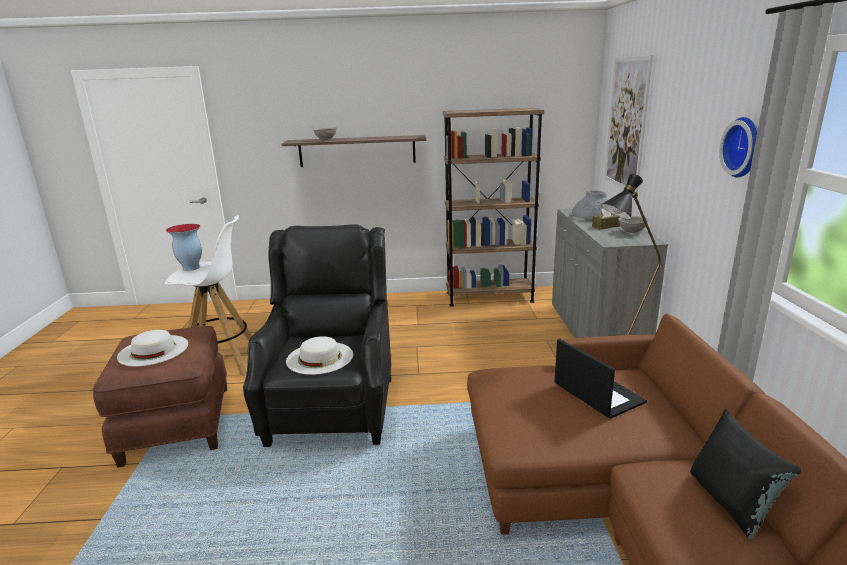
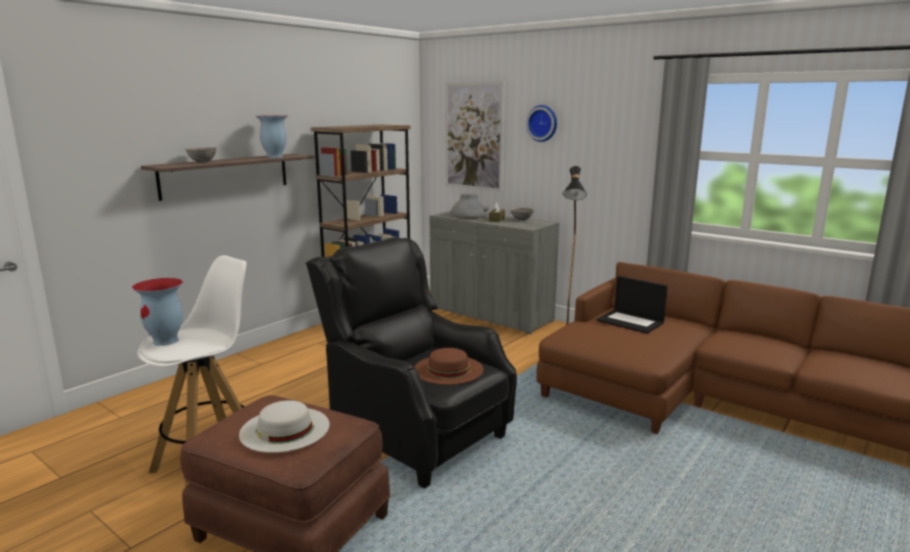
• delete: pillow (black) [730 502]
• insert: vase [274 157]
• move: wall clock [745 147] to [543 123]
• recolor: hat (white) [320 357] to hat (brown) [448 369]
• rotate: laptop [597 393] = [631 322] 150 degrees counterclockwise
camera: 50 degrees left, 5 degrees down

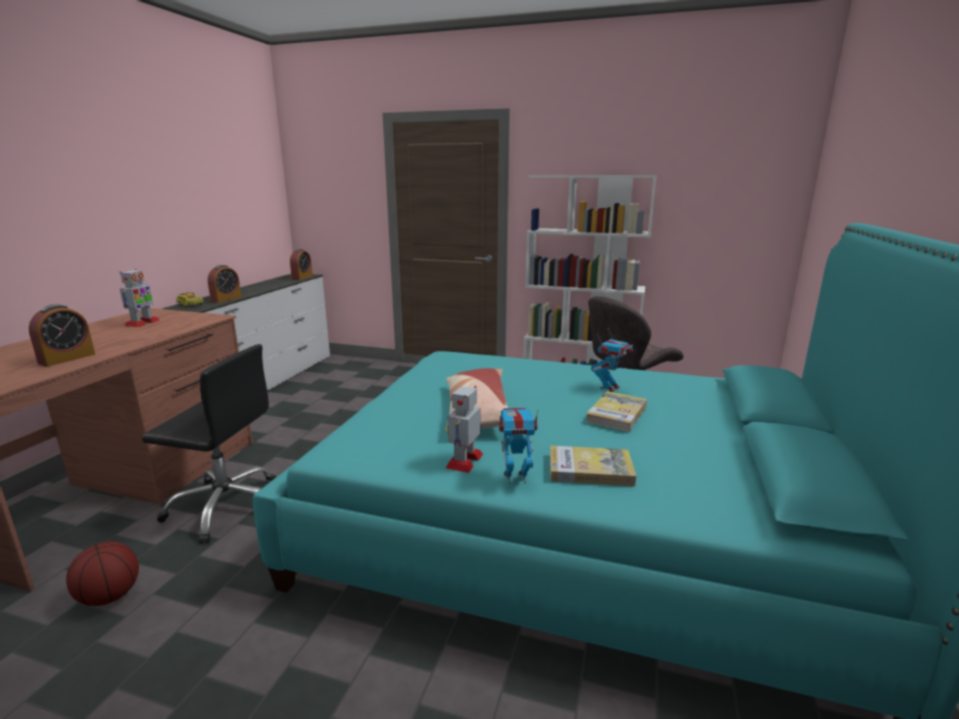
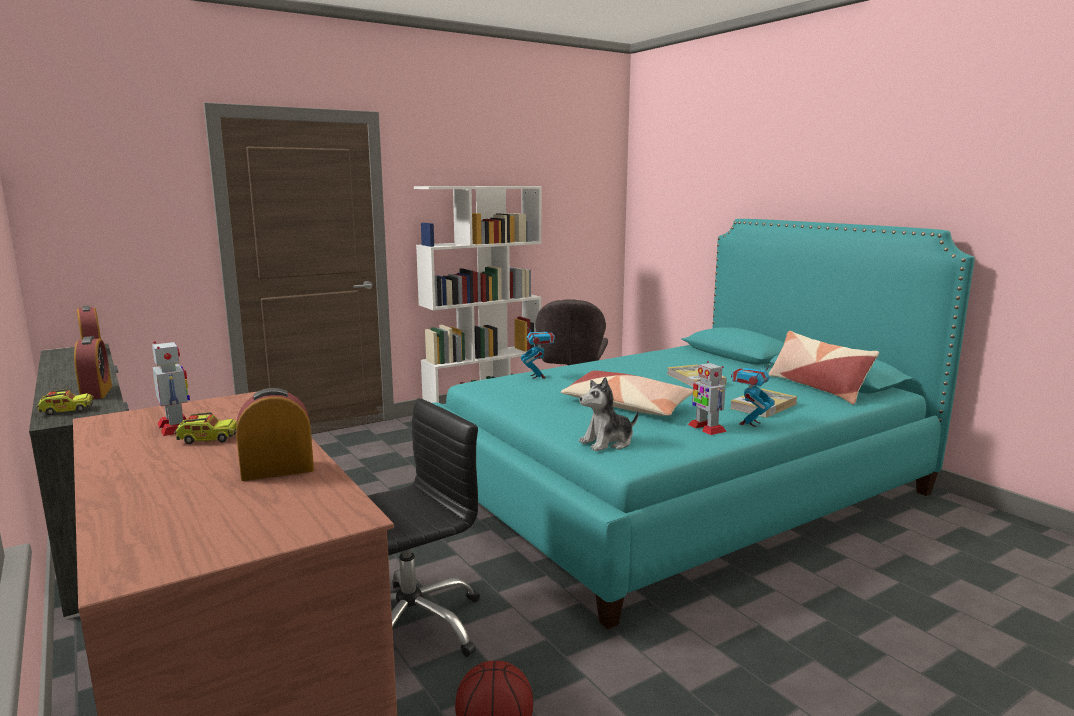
• insert: toy truck [208 439]
• insert: plush toy [607 442]
• insert: pillow [817 387]
• move: toy robot [609 388] to [538 376]
• rotate: alarm clock [67 358] = [277 470] 90 degrees counterclockwise
camera: 50 degrees left, 5 degrees down

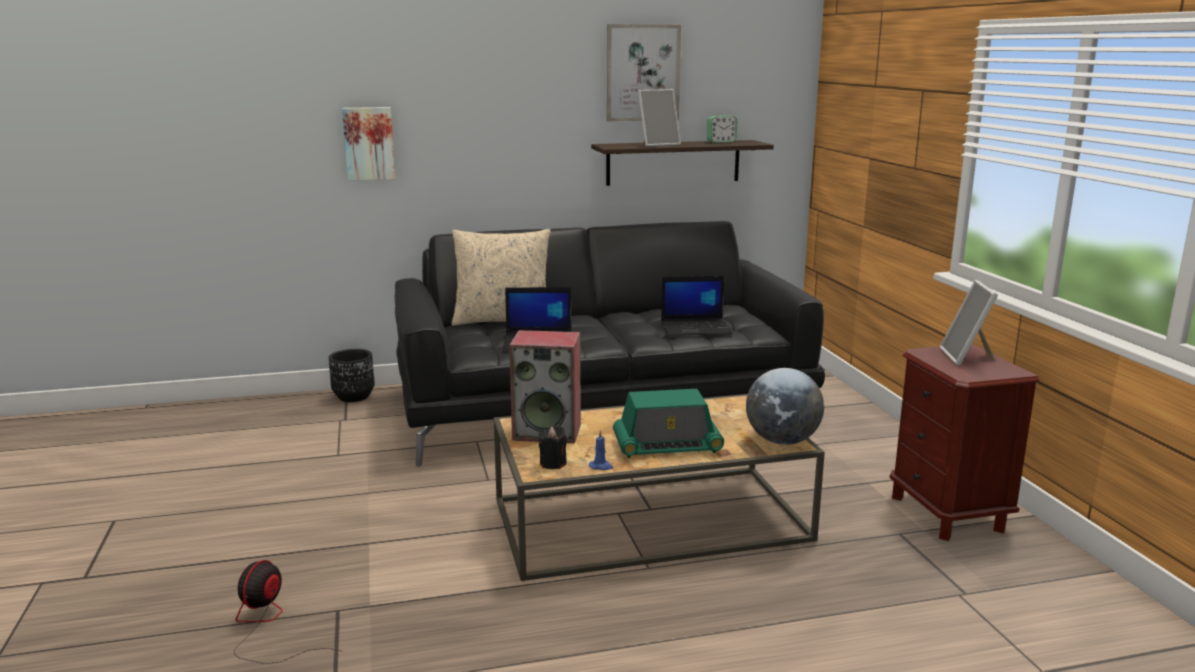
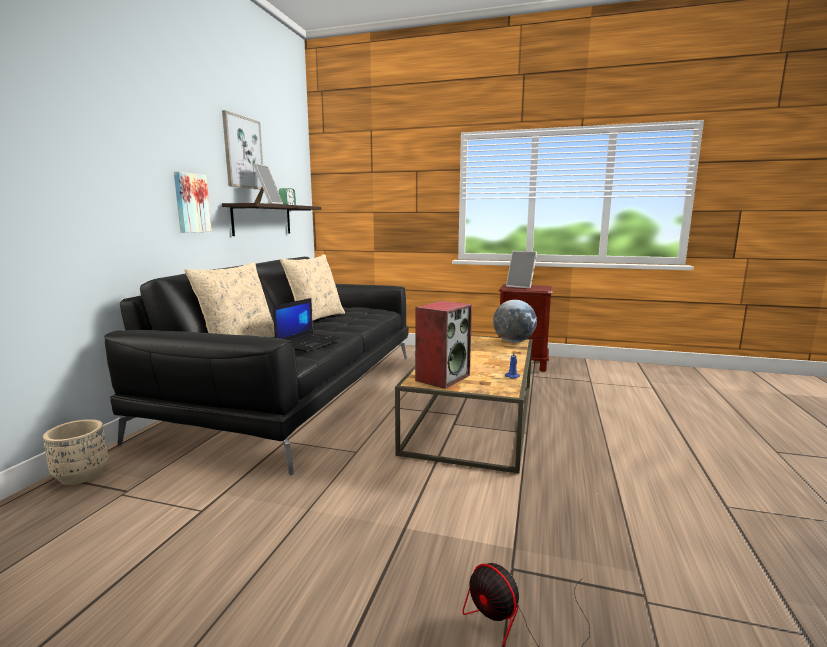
• delete: candle (black) [553 463]
• delete: radio [667 446]
• delete: laptop [696 328]
• insert: pillow (beige) [315 318]
• move: picture [369 143] to [191 203]
• recolor: planter (black) [354 397] to planter (beige) [81 475]
camera: 60 degrees left, 5 degrees down

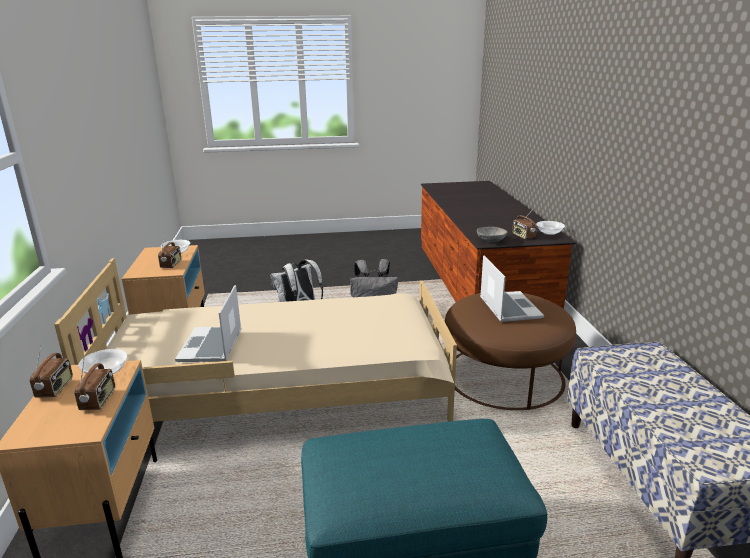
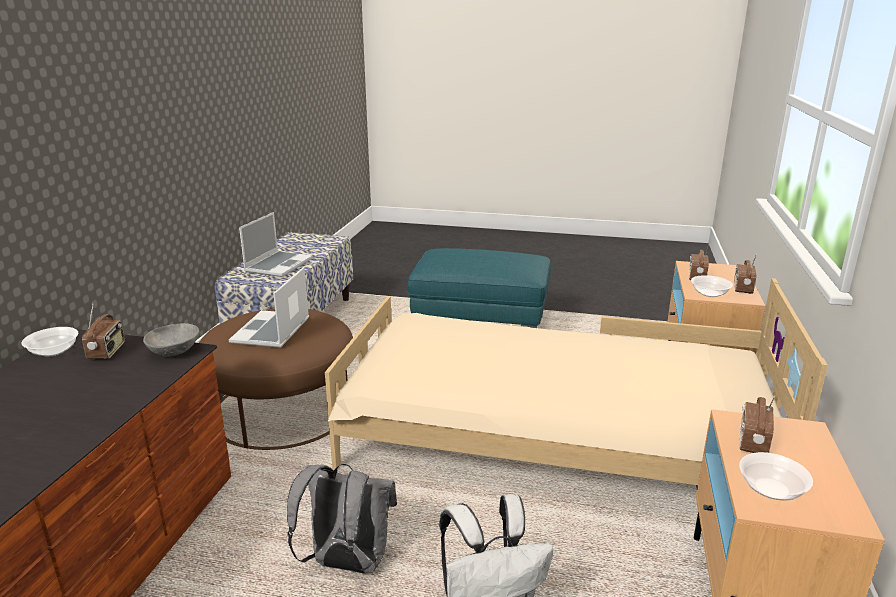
• move: laptop [211 346] to [278 265]
camera: 160 degrees left, 0 degrees up

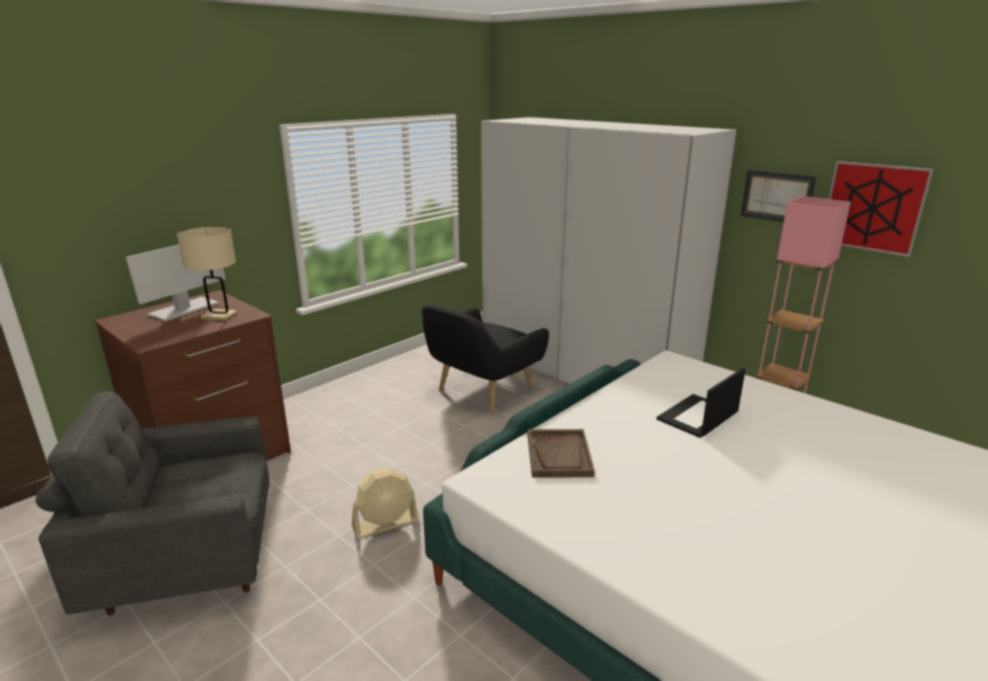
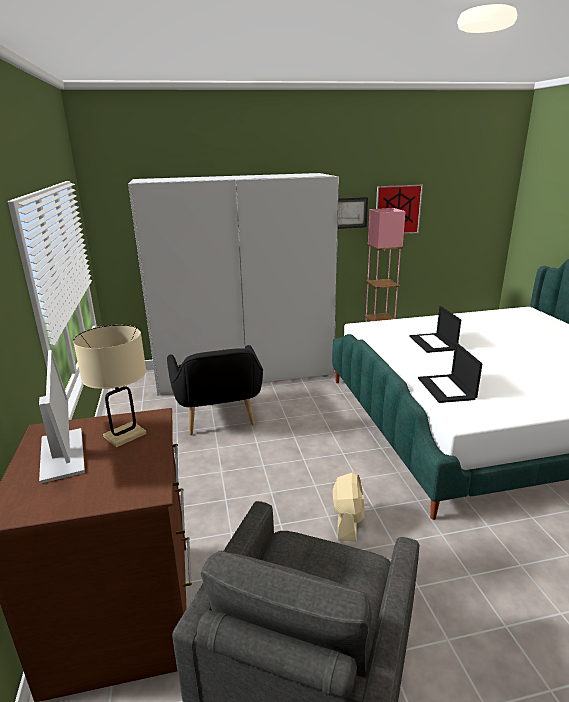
• replace: tray (brown) [559 455] to laptop [447 389]
camera: 55 degrees left, 0 degrees up

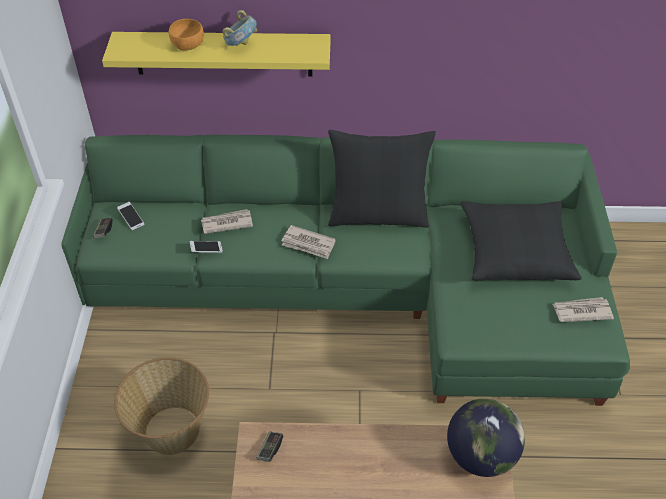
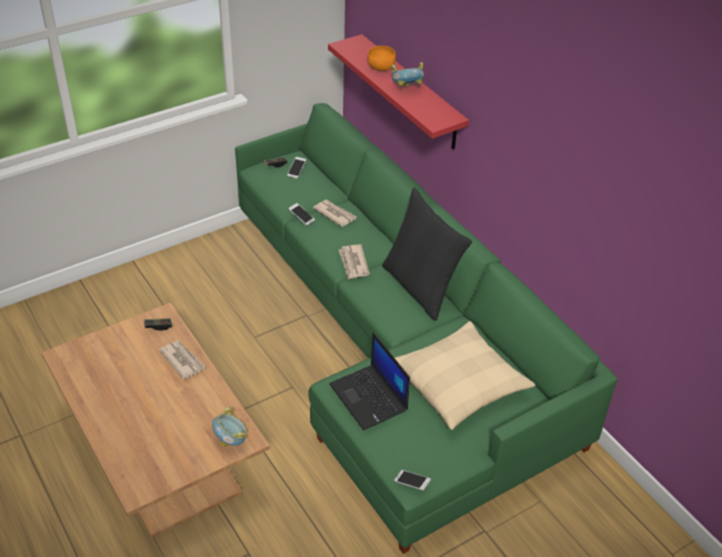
• delete: basket [171 430]
• insert: laptop [369 398]
• insert: phone [412 483]
• move: newspaper [581 311] to [182 360]
• replace: globe [480 456] to bowl [231 440]
• recolor: shelf (yellow) [223 54] to shelf (red) [411 93]
• recolor: pillow (black) [515 250] to pillow (beige) [459 383]
camera: 55 degrees right, 5 degrees down

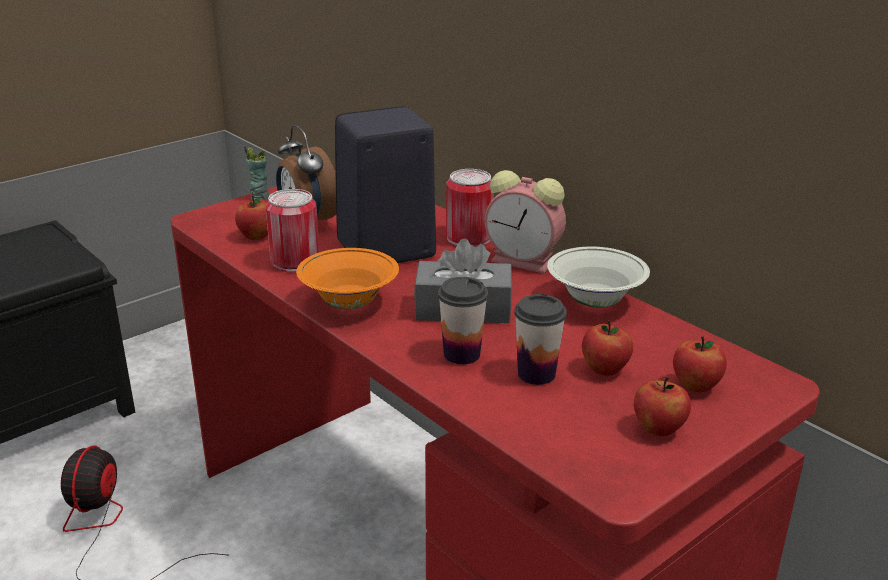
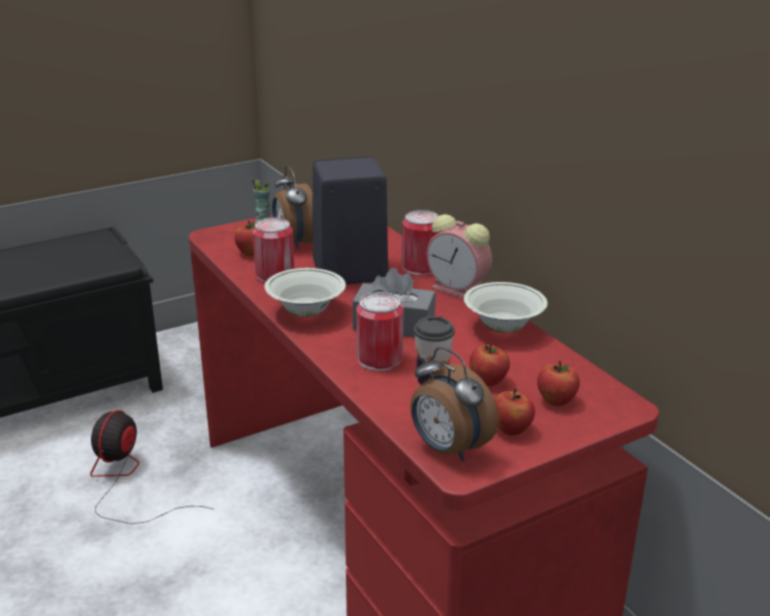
• insert: alarm clock [447 449]
• replace: cup [461 354] to can [379 359]
• recolor: bowl (orange) [349 304] to bowl (white) [306 312]
camera: 10 degrees right, 0 degrees up

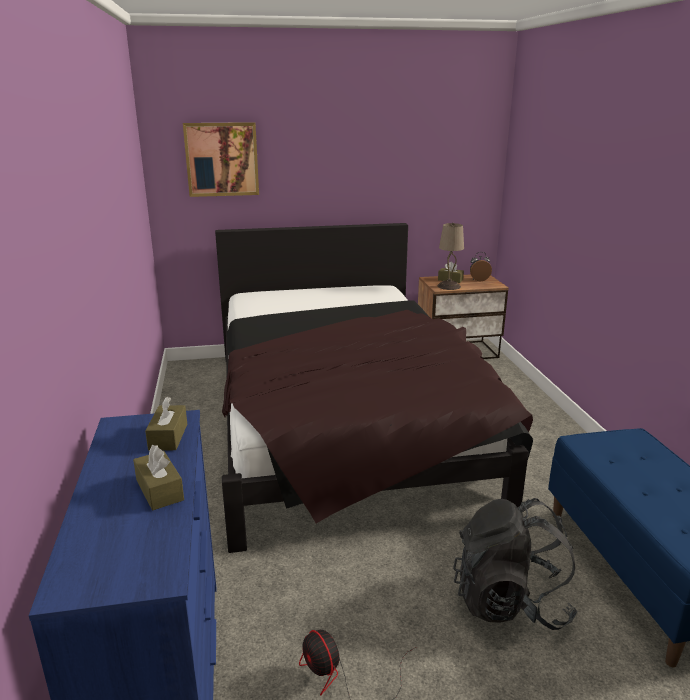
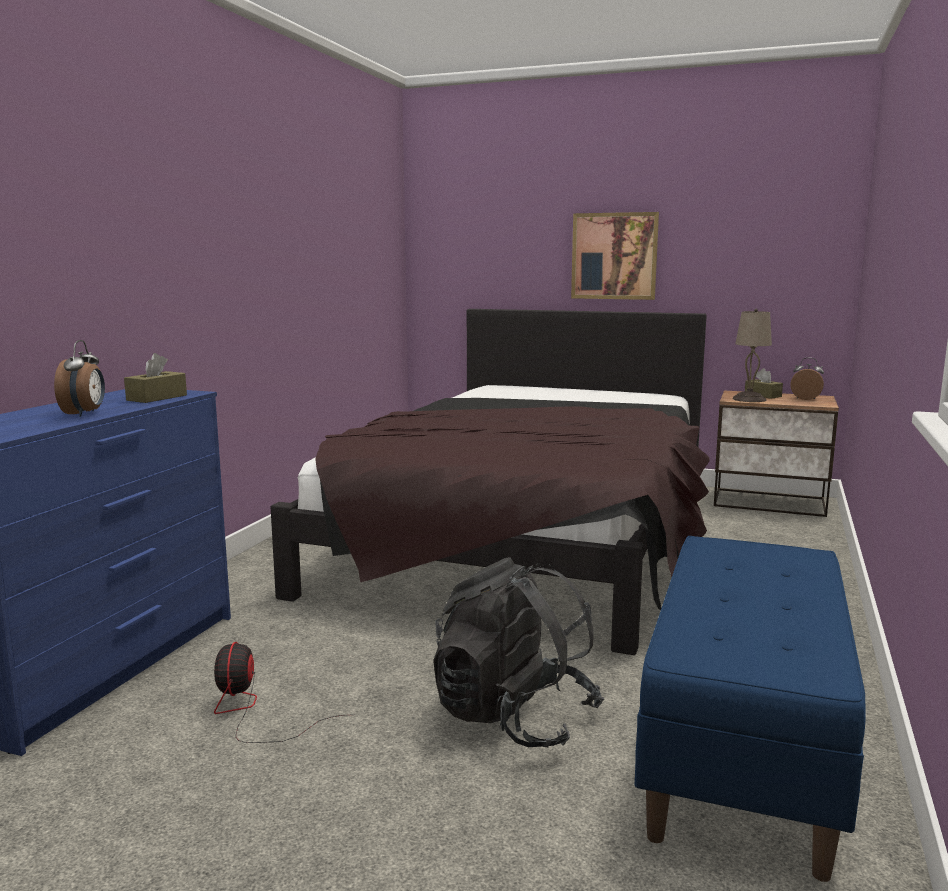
• move: picture [222 159] to [614 256]
• replace: tissue box (brown) [159 490] to alarm clock [85 414]
camera: 30 degrees right, 10 degrees down

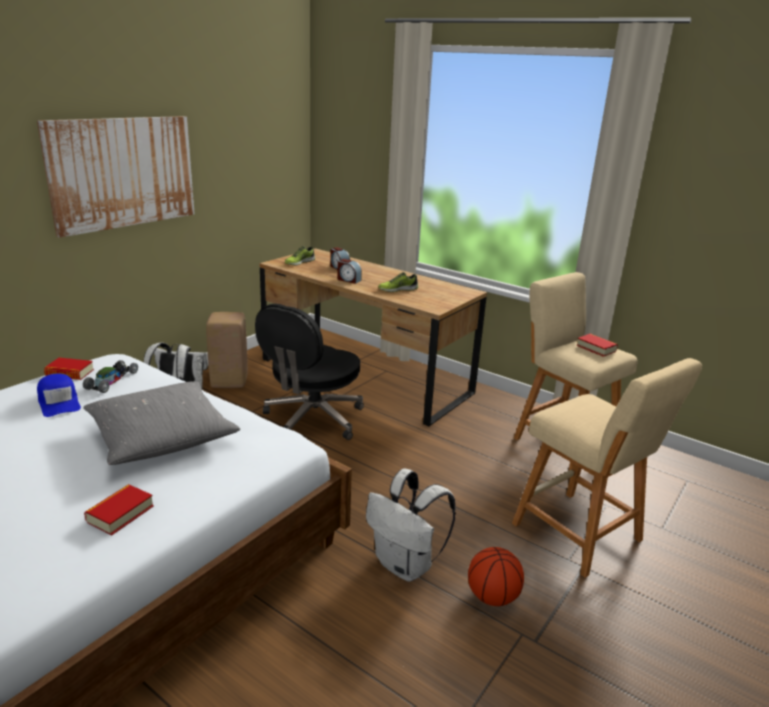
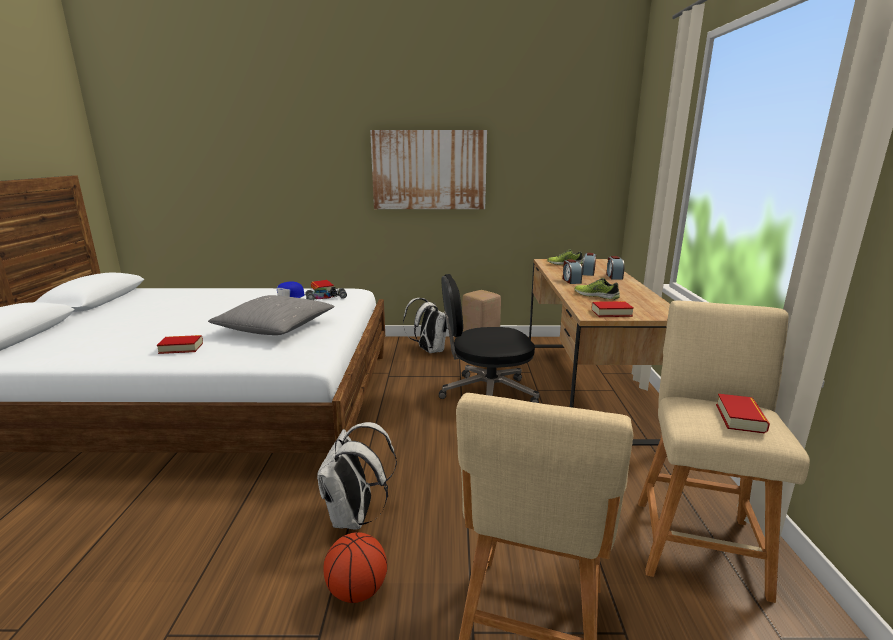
• insert: book [611 313]
• insert: alarm clock [614 276]
camera: 55 degrees right, 5 degrees down

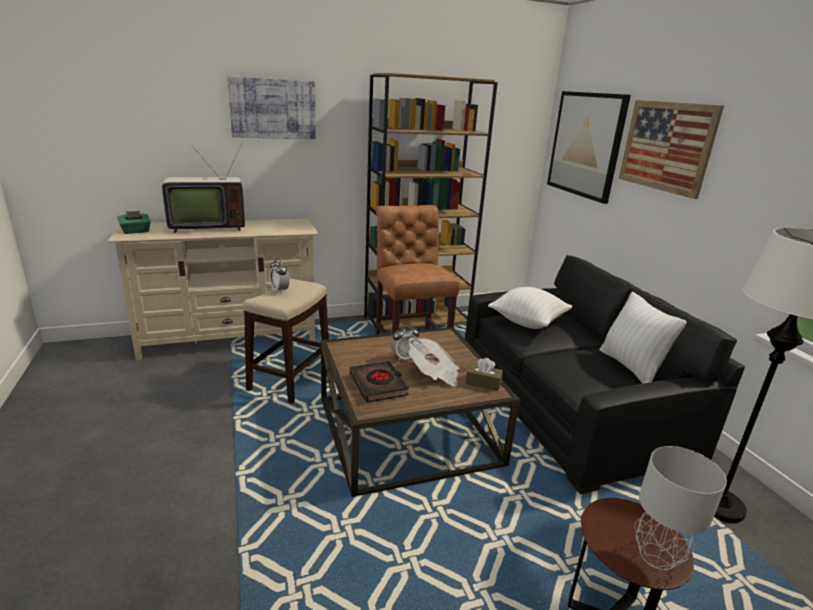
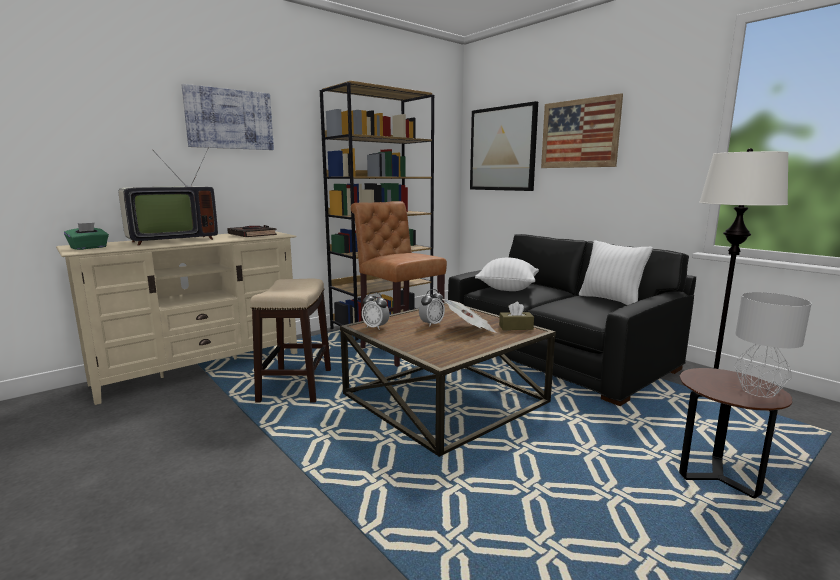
• move: alarm clock [280 290] to [375 327]
• move: book (black) [378 385] to [252 235]
camera: 20 degrees left, 10 degrees down

